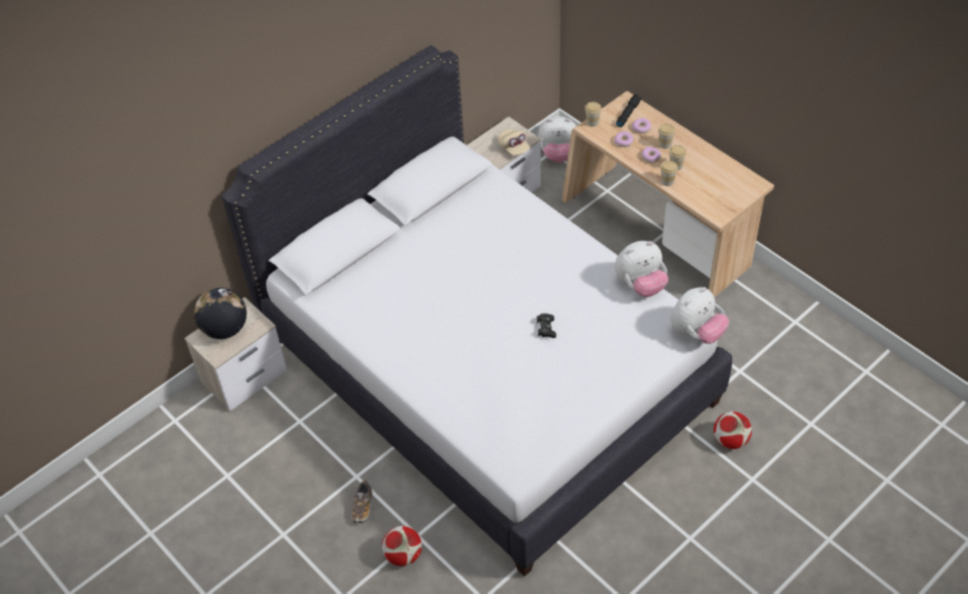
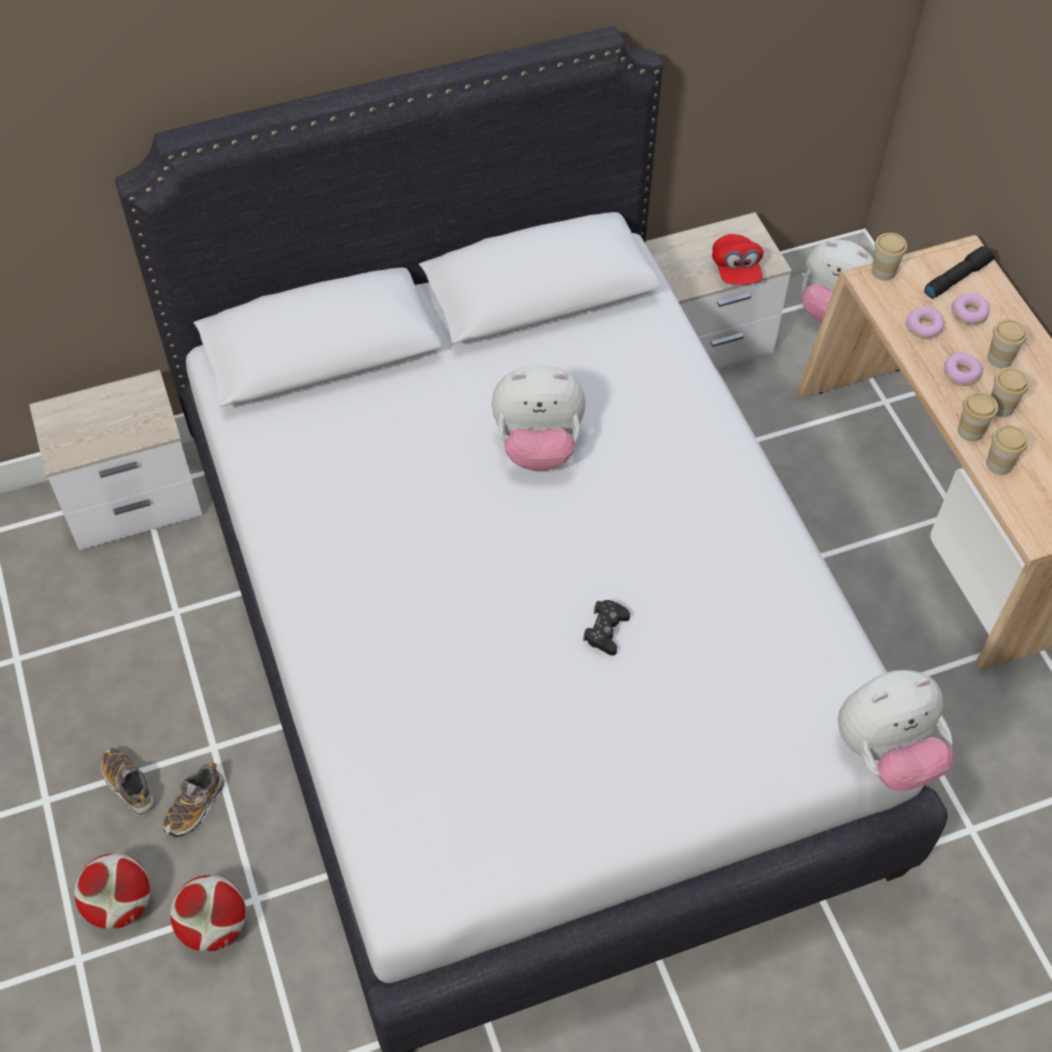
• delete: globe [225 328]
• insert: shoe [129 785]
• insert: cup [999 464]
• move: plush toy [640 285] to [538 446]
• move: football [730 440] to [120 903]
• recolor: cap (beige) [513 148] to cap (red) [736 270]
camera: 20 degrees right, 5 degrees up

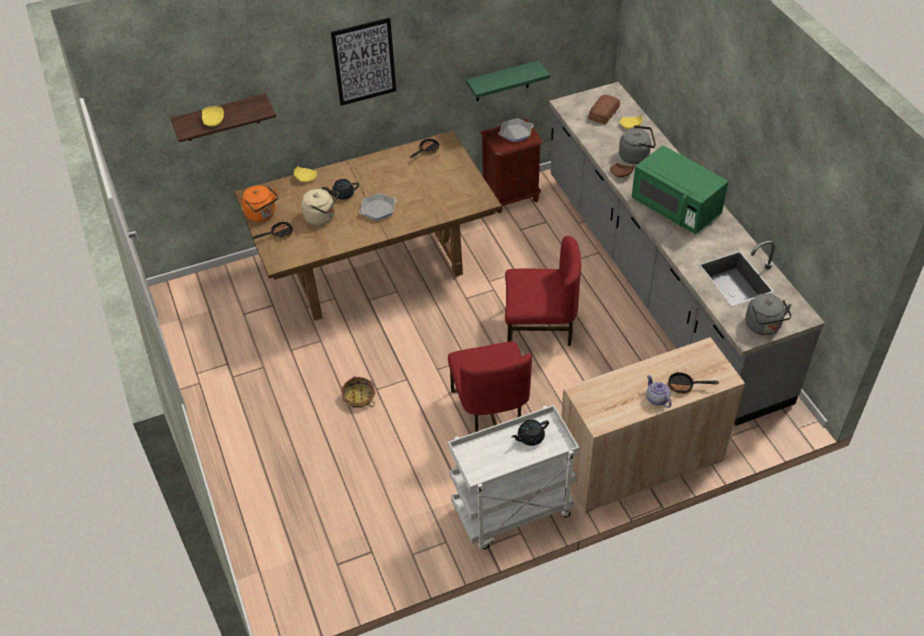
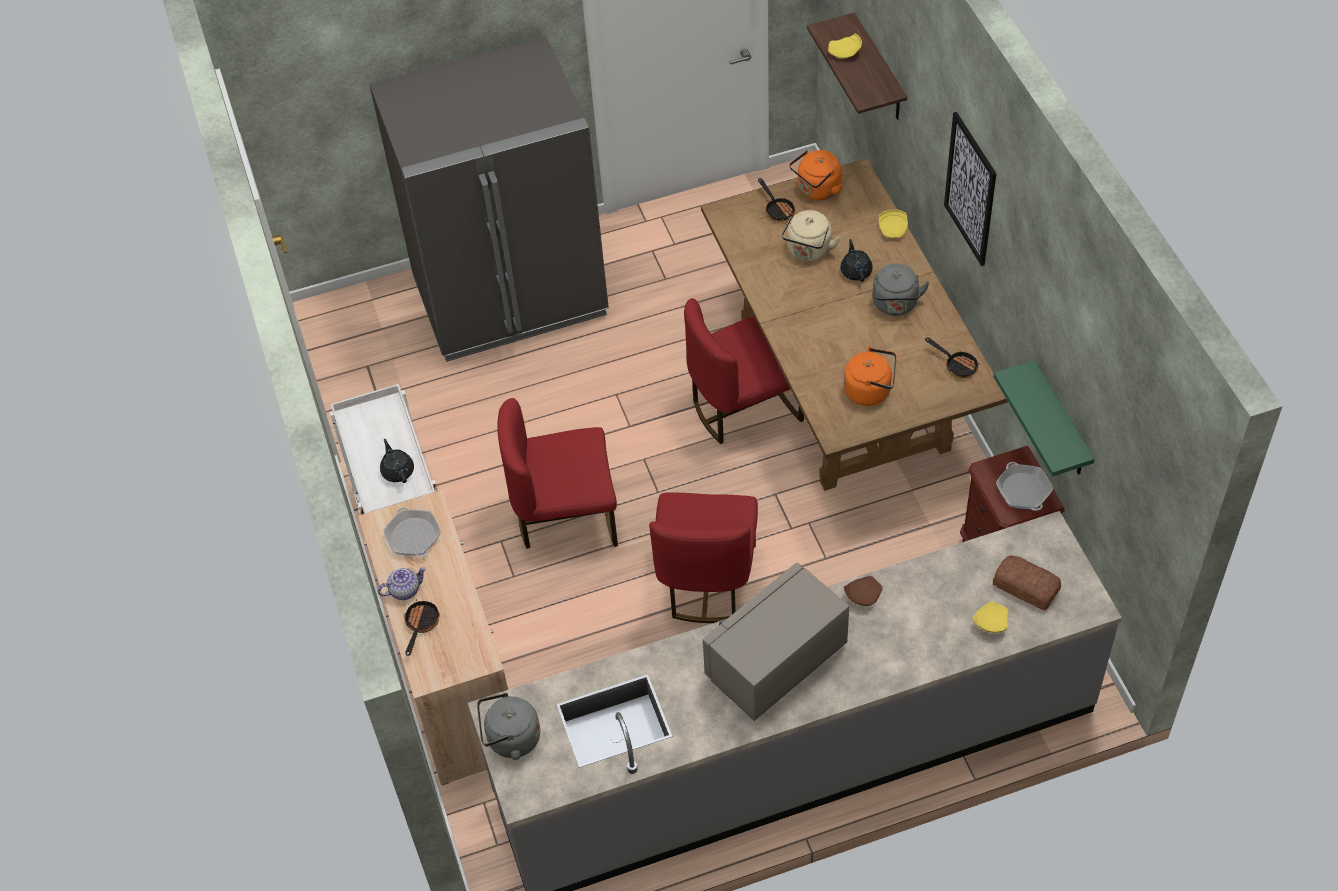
• delete: basket [359 397]
• insert: fridge (grey) [510 296]
• insert: chair (red) [744 406]
• insert: kettle (orange) [870 391]
• move: frying pan [378 209] to [413 536]
• move: kettle (grey) [636 156] to [895 305]
• recolor: microwave (green) [676 208] to microwave (grey) [776 661]
camera: 95 degrees right, 5 degrees up

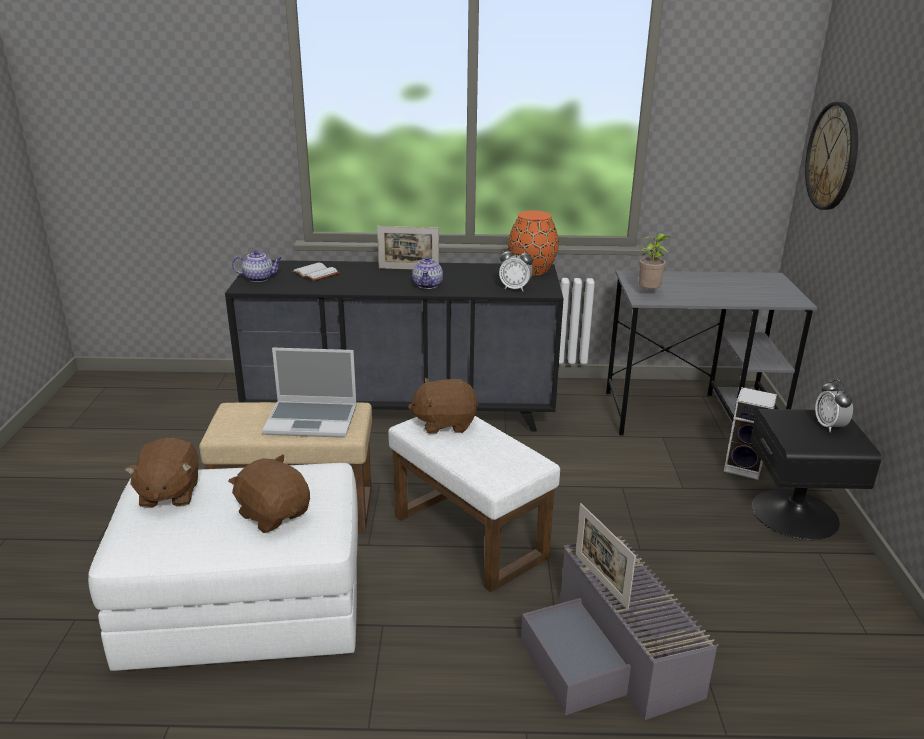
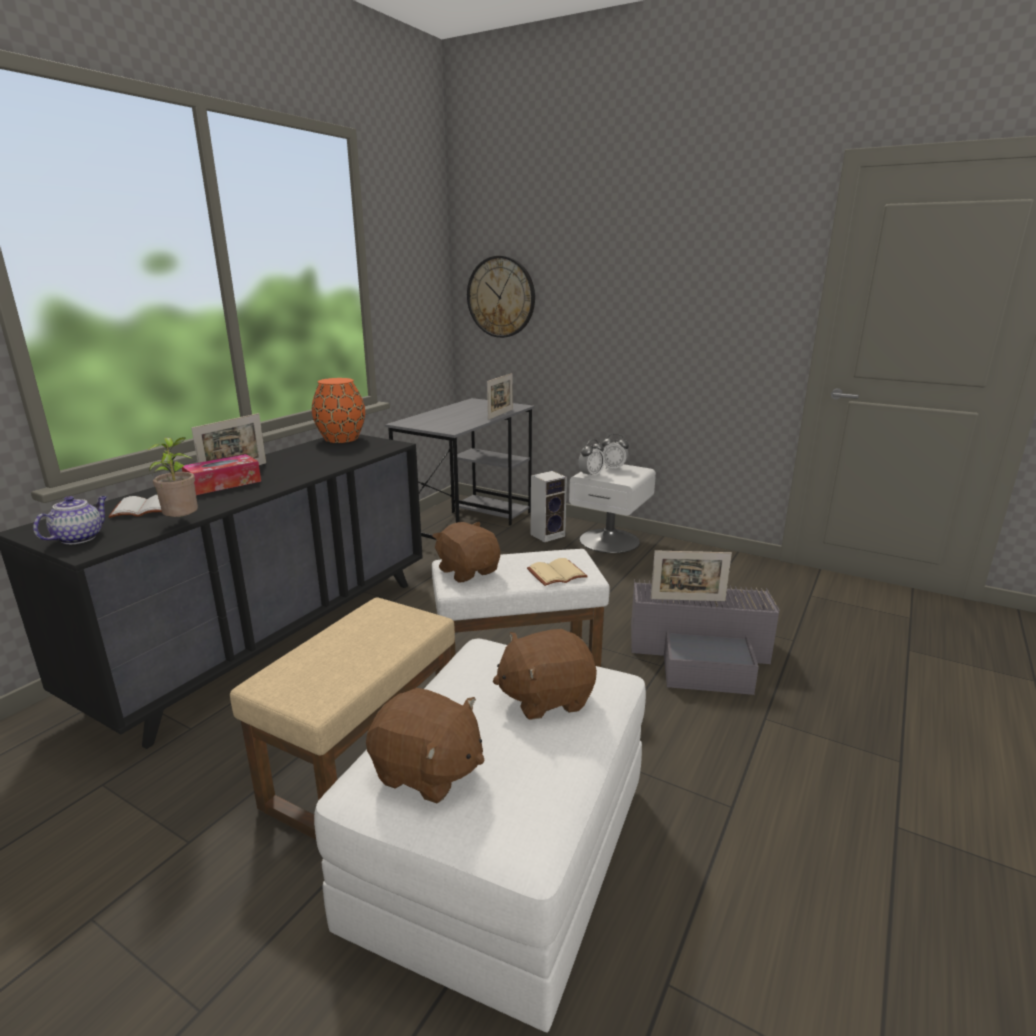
• delete: laptop [313 420]
• delete: teapot [428 285]
• insert: tissue box [223 484]
• insert: picture frame [500 414]
• insert: book (beige) [556 573]
• move: alarm clock [515 288] to [590 475]
• move: potted plant [649 293] to [183 522]
• recolor: nightstand (black) [796 514] to nightstand (white) [609 540]
• rotate: plush toy (brown) [444 423] = [468 571] 120 degrees clockwise
camera: 60 degrees left, 5 degrees down

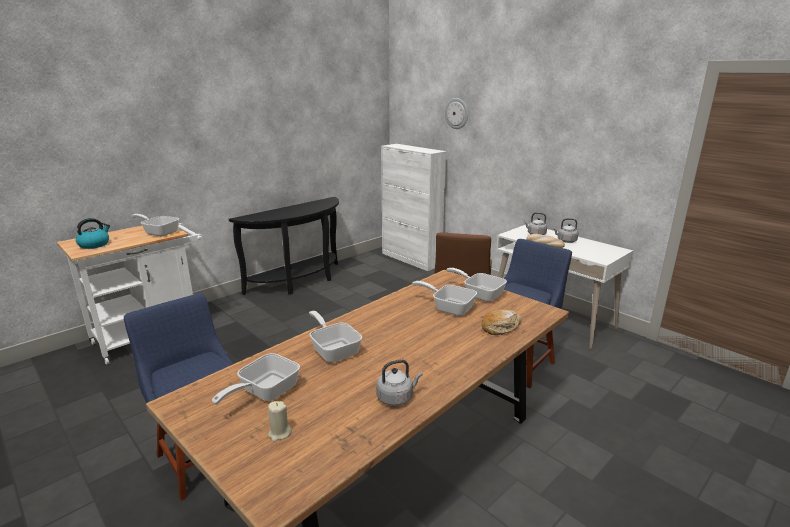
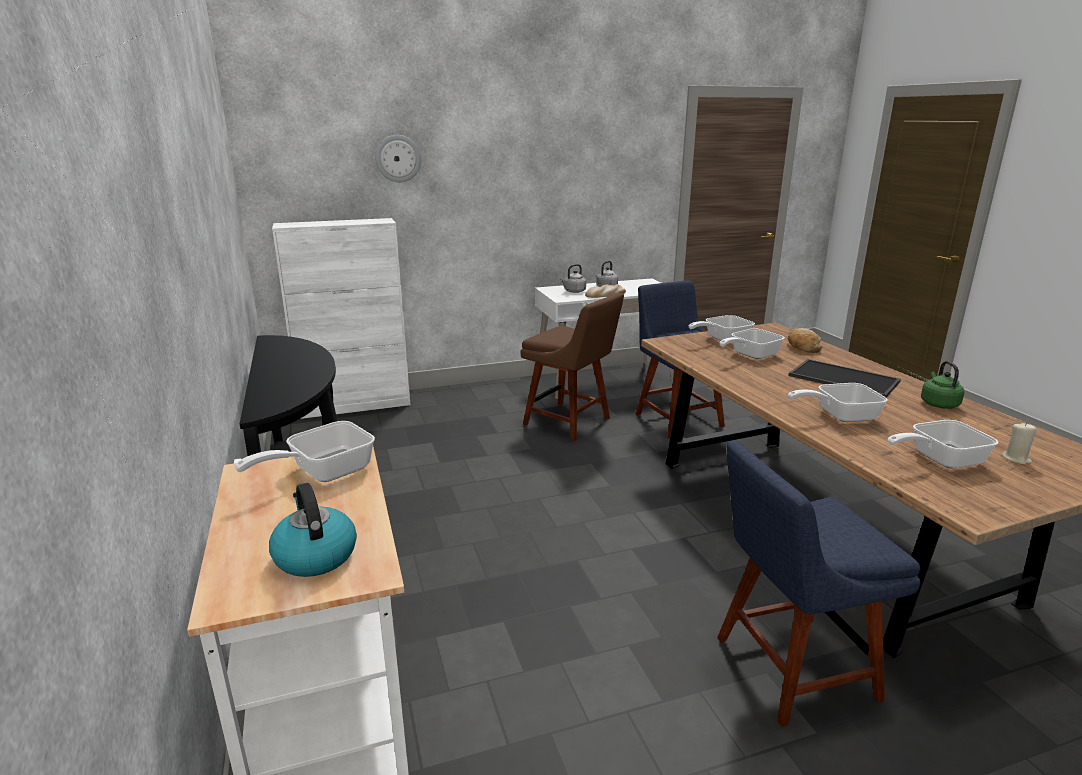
• insert: tray [842 379]
• recolor: kettle (grey) [396 397] to kettle (green) [938 403]
• rotate: frying pan [264 392] = [939 459] 105 degrees clockwise
camera: 65 degrees left, 0 degrees up

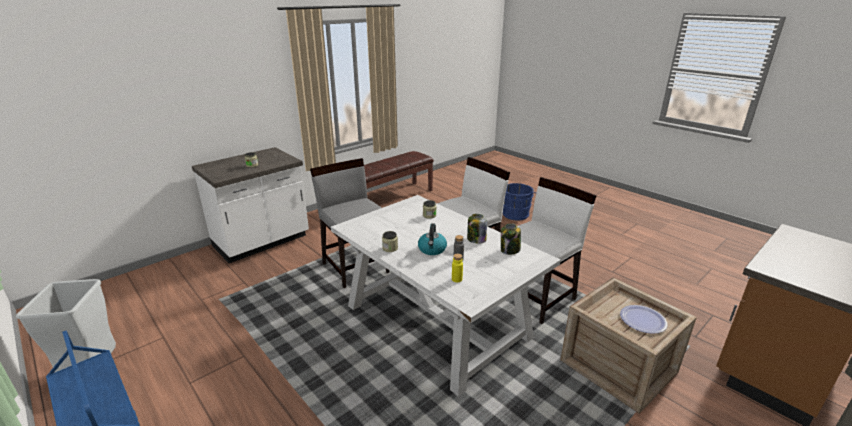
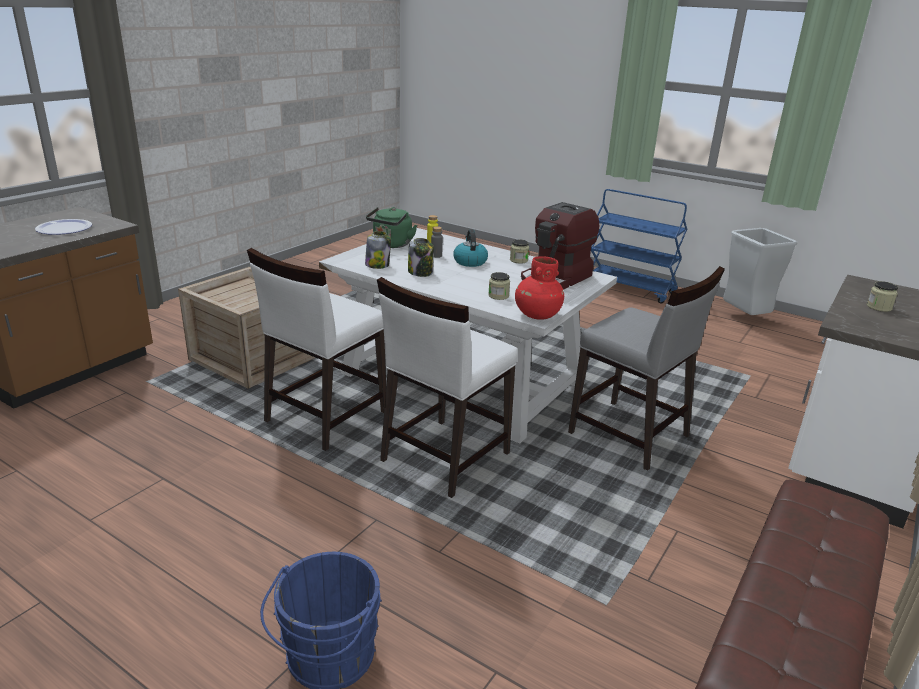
• insert: kettle (green) [391 245]
• insert: vase (red) [537 315]
• insert: coffee machine [556 279]
• move: plate [643 320] to [64 228]
camera: 165 degrees right, 0 degrees up

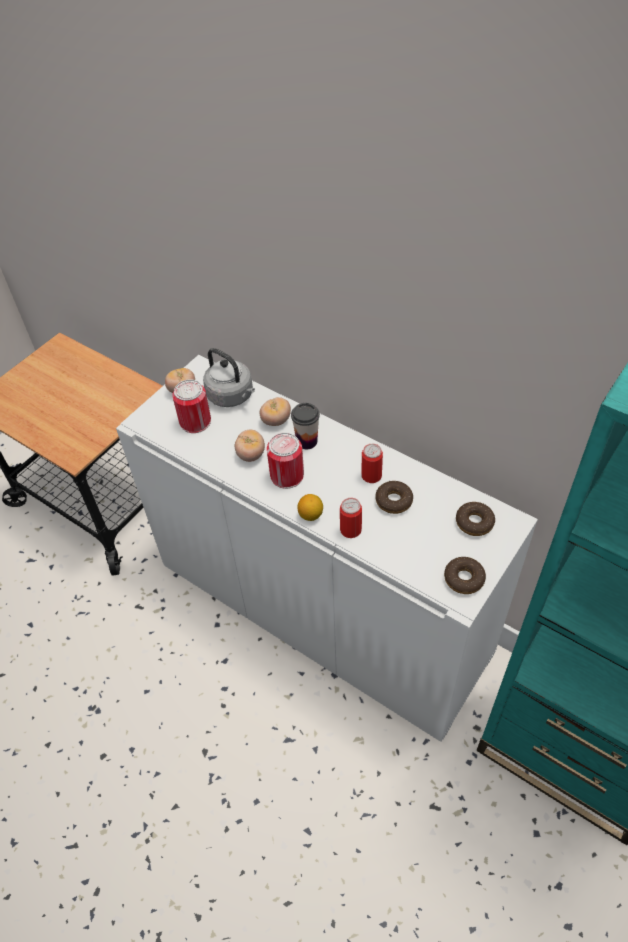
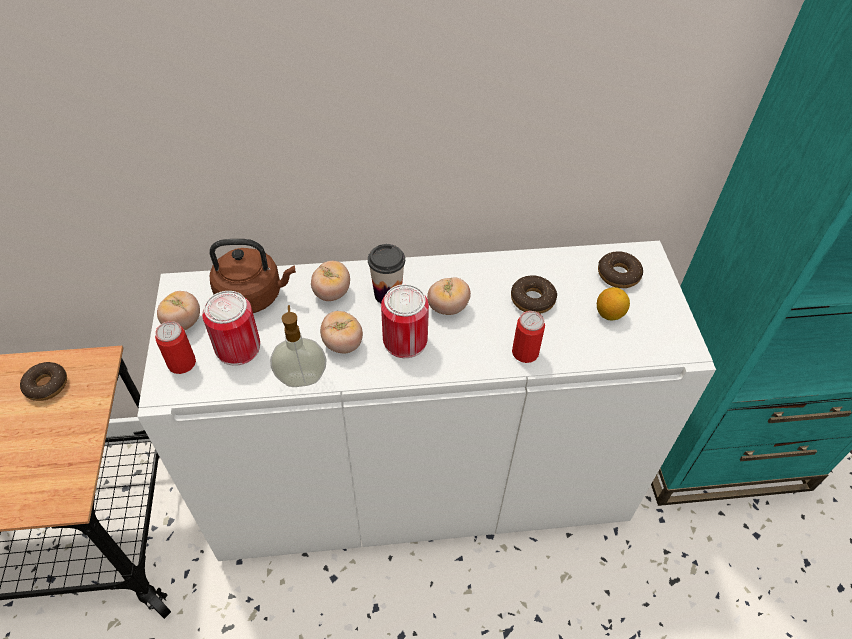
• insert: soap dispenser [302 378]
• insert: tomato [448 307]
• move: lemon [311 515] to [609 314]
• move: can [371 475] to [182 363]
• move: donut [464 579] to [46 385]
• recolor: kettle (grey) [232 396] to kettle (brown) [253 296]
camera: 45 degrees left, 0 degrees up

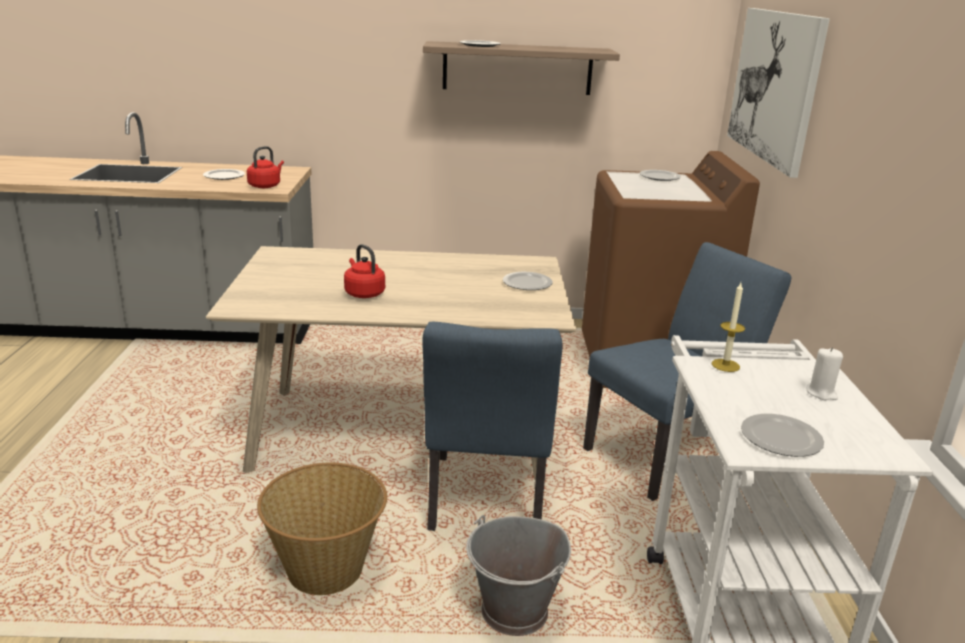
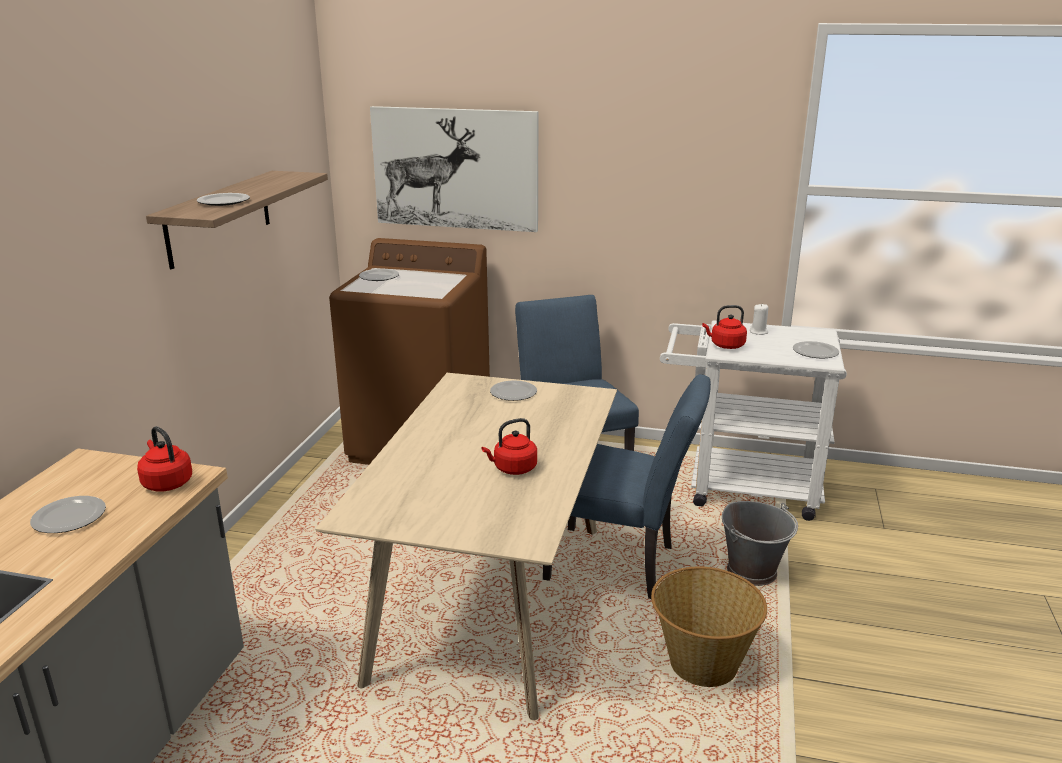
• replace: candle [725 365] to kettle (red) [725 345]
camera: 75 degrees left, 0 degrees up

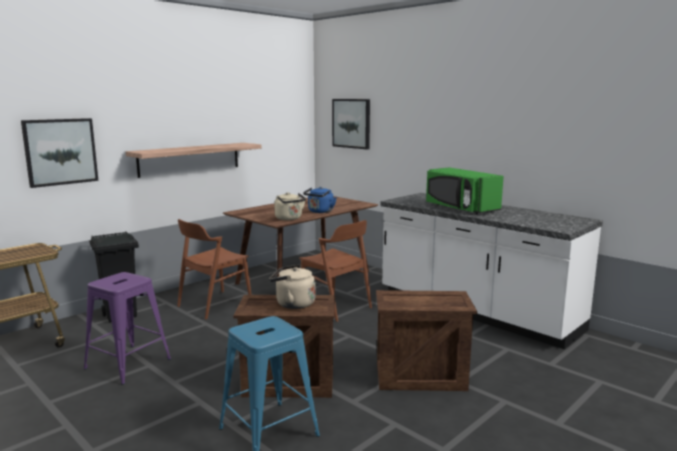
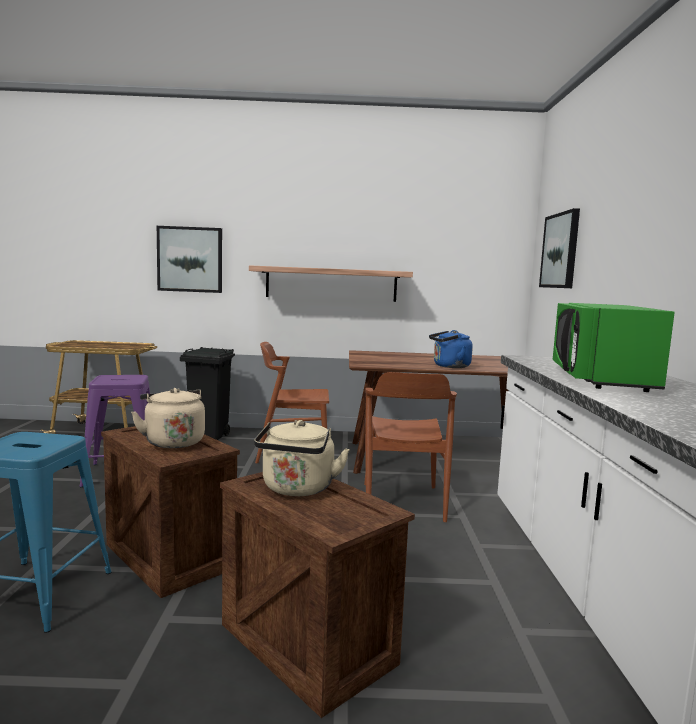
• move: kettle (beige) [289 218] to [297 489]
camera: 45 degrees right, 5 degrees down

